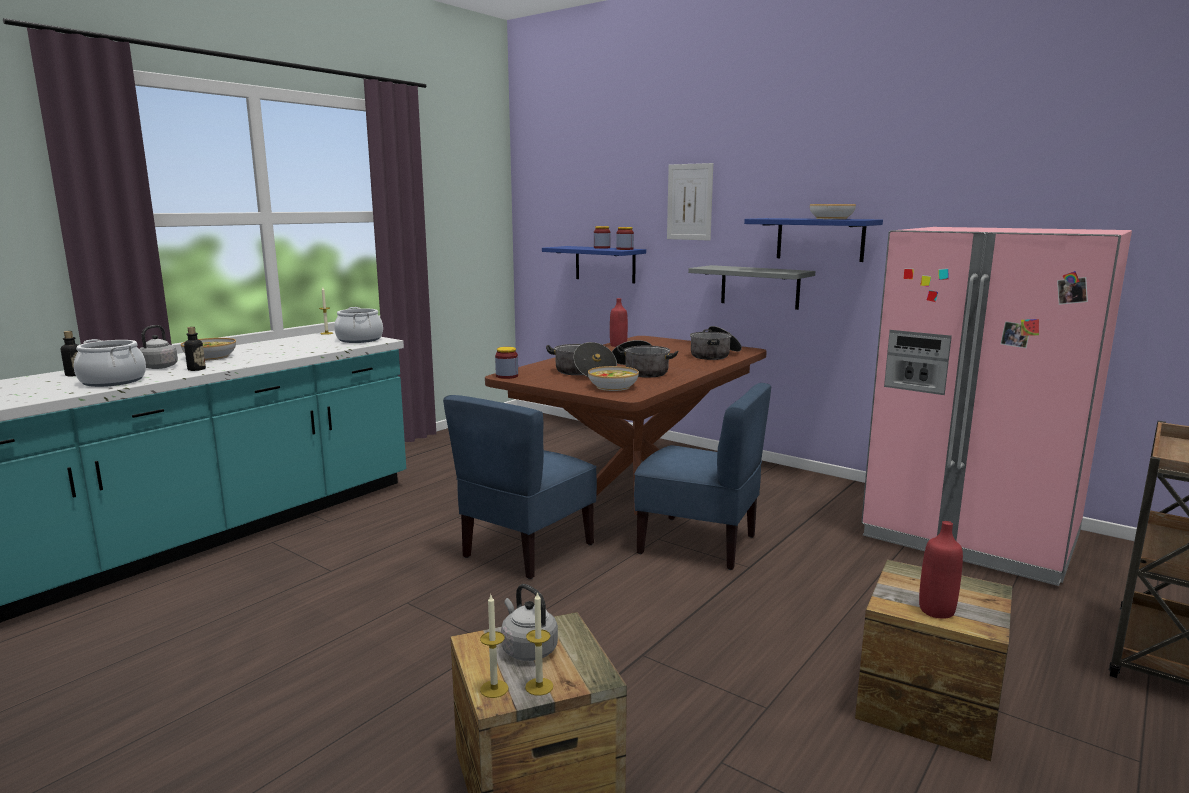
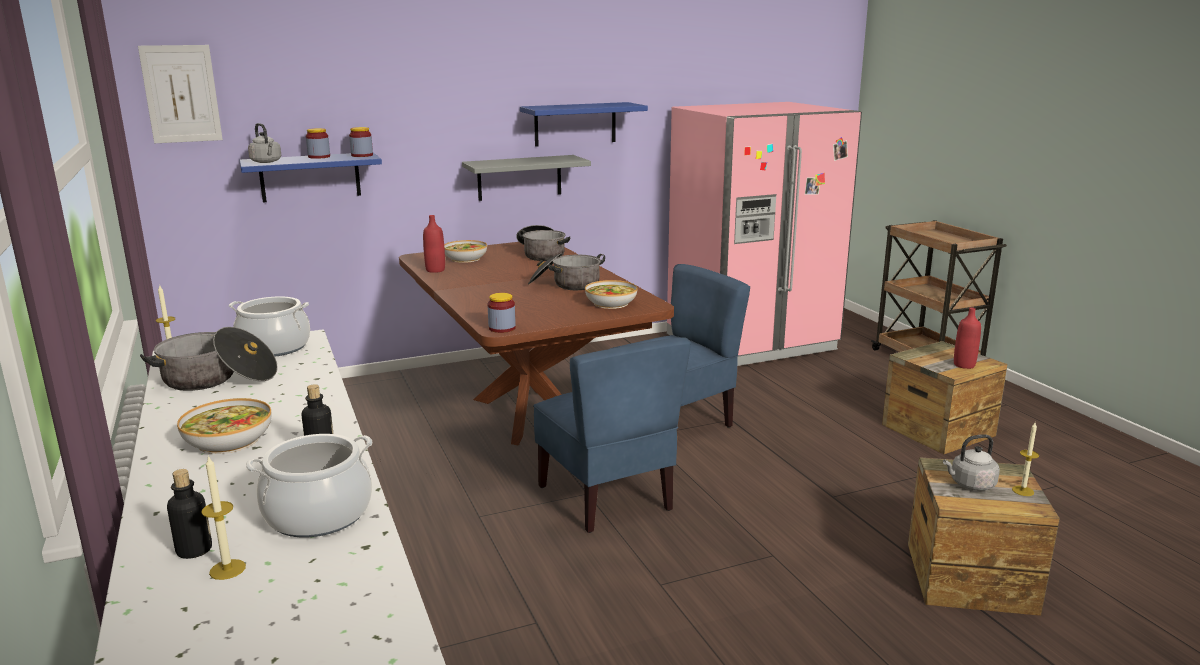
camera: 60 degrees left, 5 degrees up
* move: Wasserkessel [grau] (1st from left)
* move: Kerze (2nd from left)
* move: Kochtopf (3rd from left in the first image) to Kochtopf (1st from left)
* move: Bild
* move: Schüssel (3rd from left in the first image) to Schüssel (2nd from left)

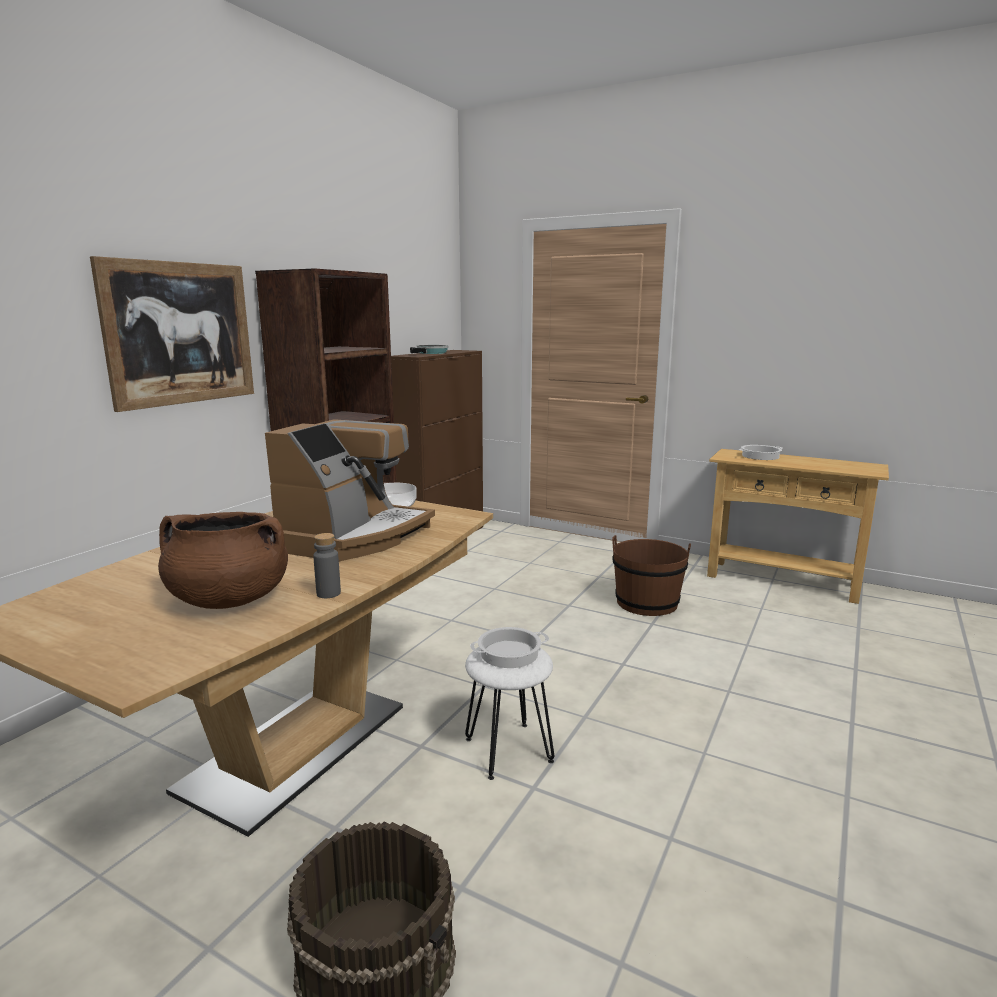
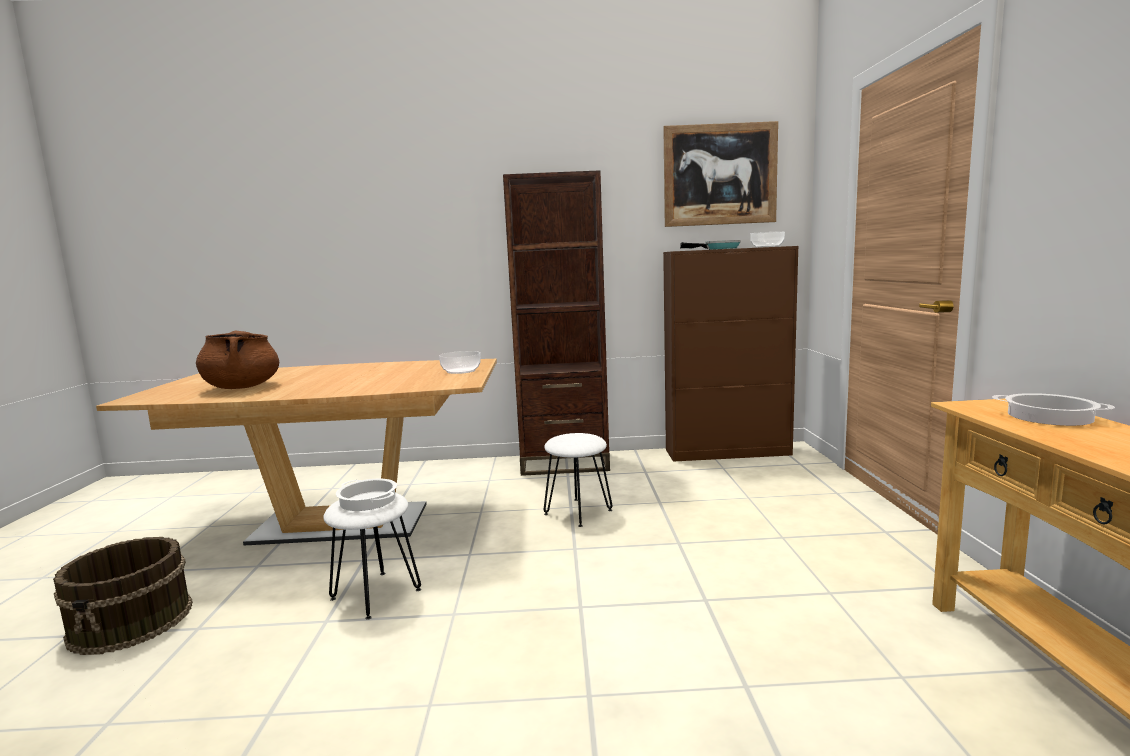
camera: 60 degrees right, 5 degrees down
* move: Bild
* delete: Kaffeemaschine
* delete: Flasche [grau]
* delete: Eimer [braun] (2nd from left)
* insert: Hocker [weiß] (2nd from left)
* insert: Schüssel (2nd from left)

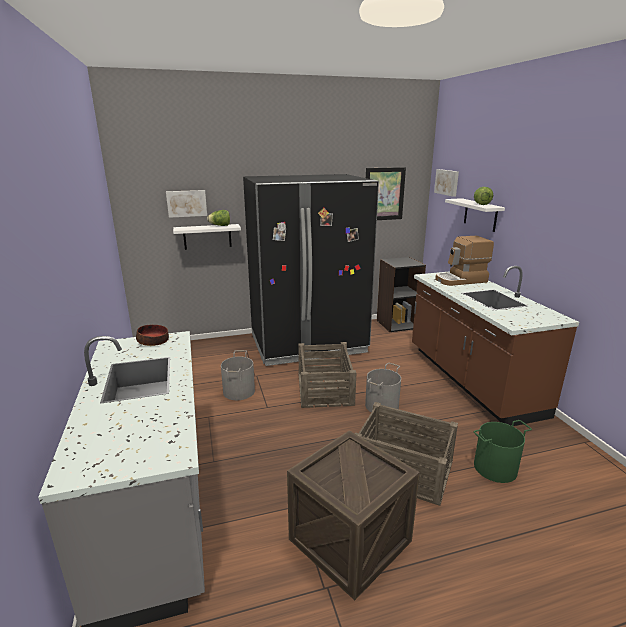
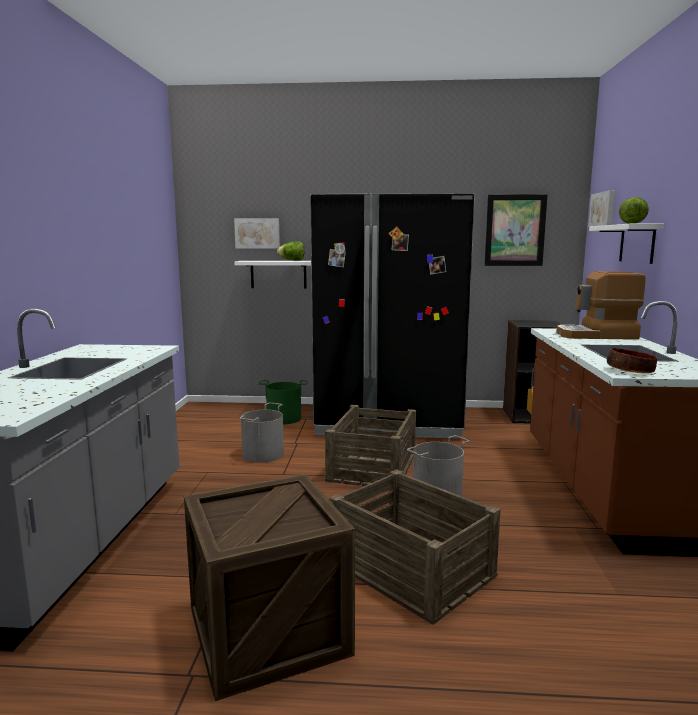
camera: 20 degrees right, 10 degrees down
* move: Schüssel
* move: Eimer [grün]

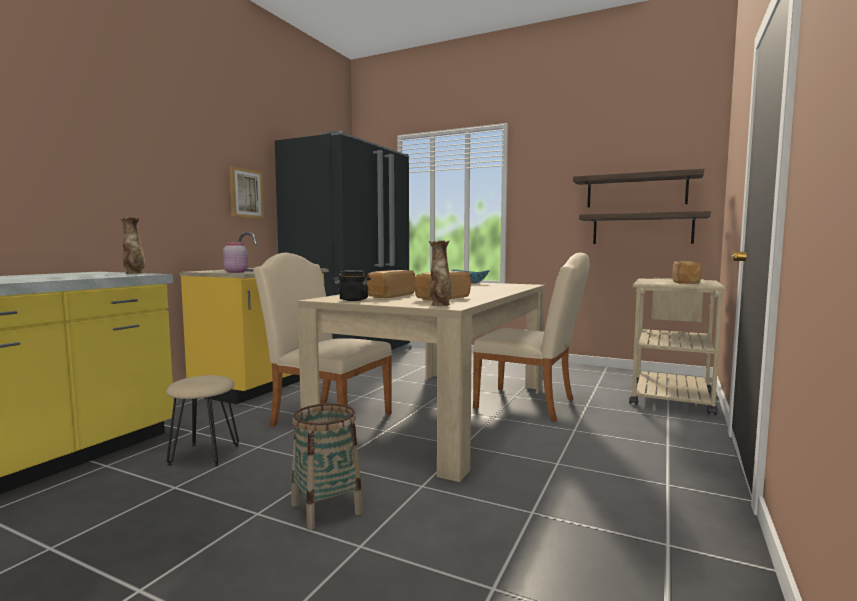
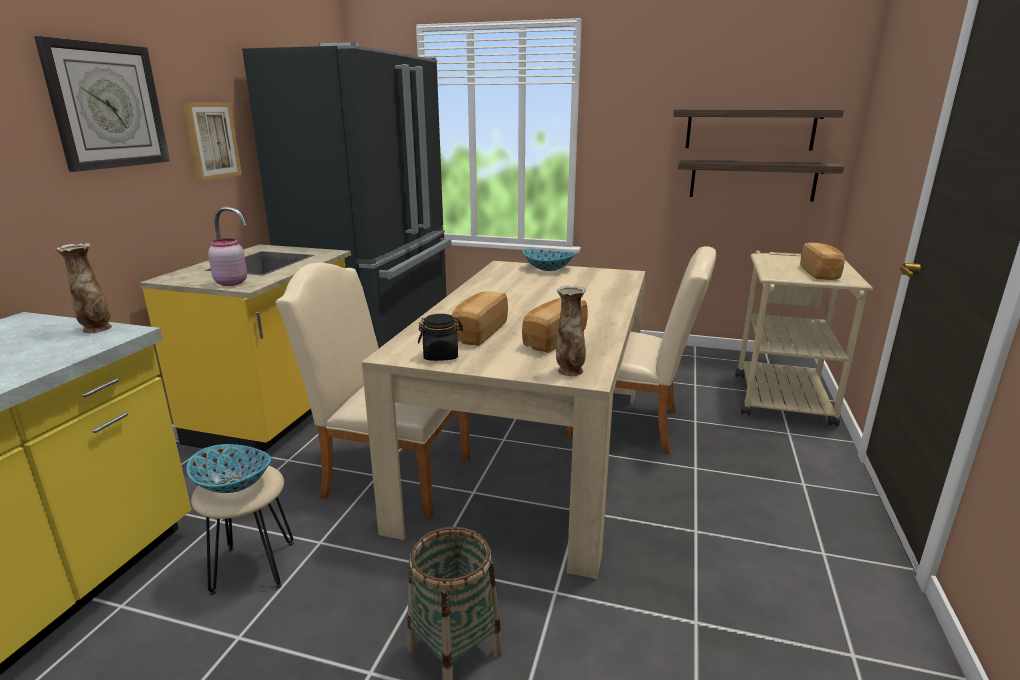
camera: 10 degrees left, 15 degrees up
* insert: Wanduhr
* insert: Schüssel (1st from left)

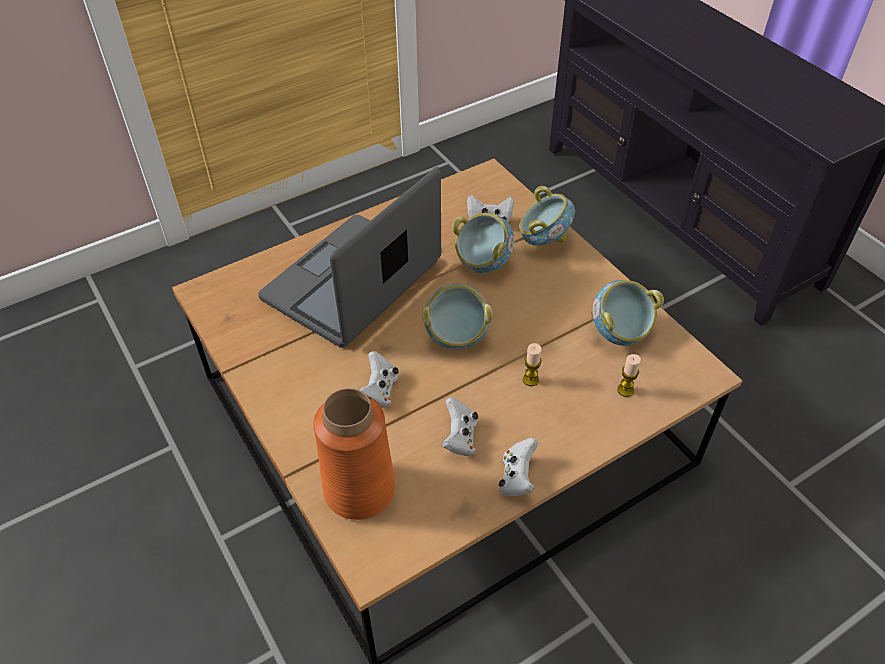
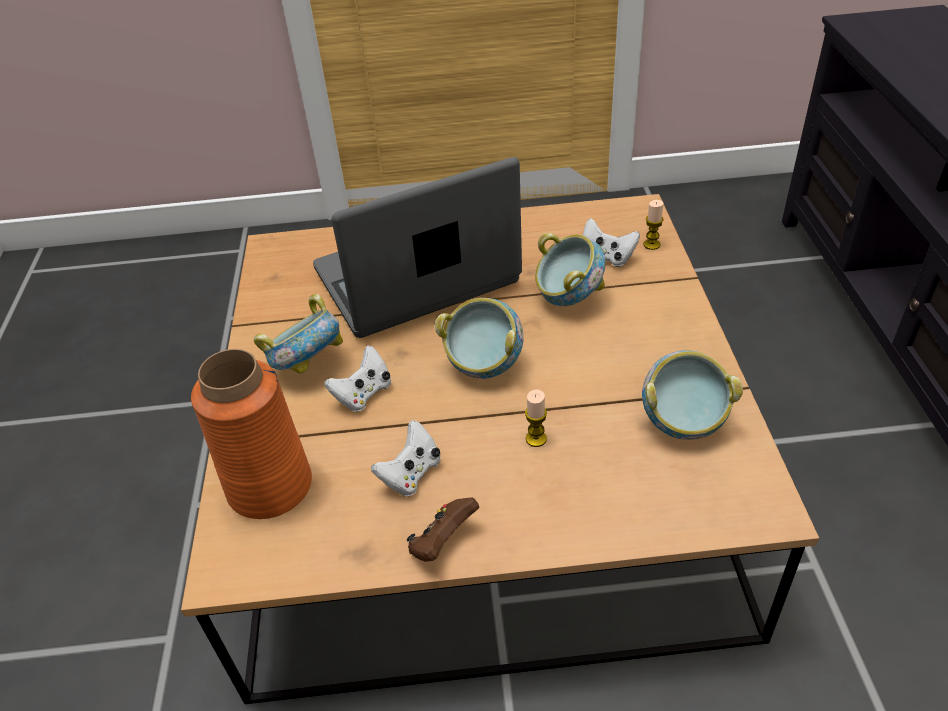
camera: 30 degrees right, 5 degrees down
* recolor: Gamepad [weiß] (4th from left) to Gamepad [braun]
* move: Schüssel (3rd from left in the first image) to Schüssel (1st from left)
* move: Kerze (2nd from left)

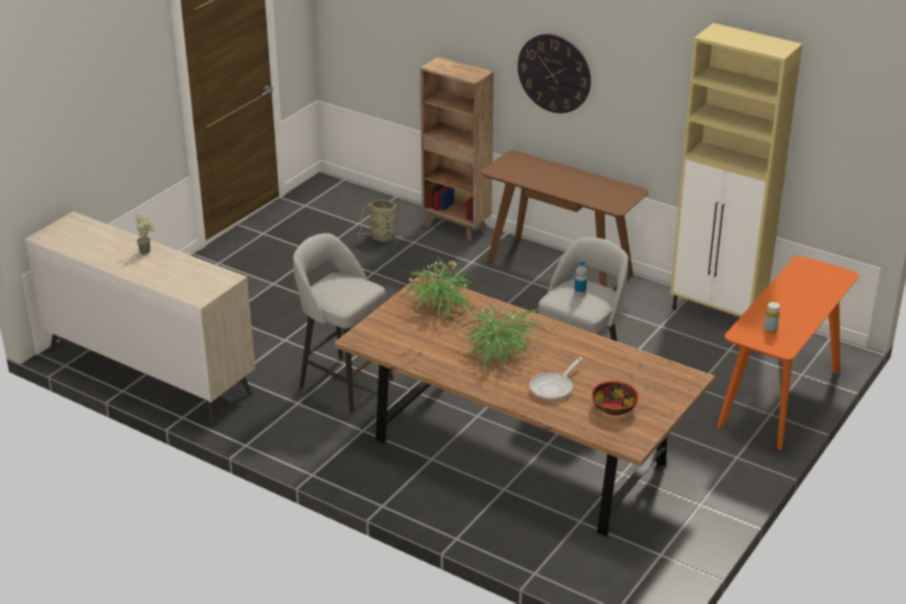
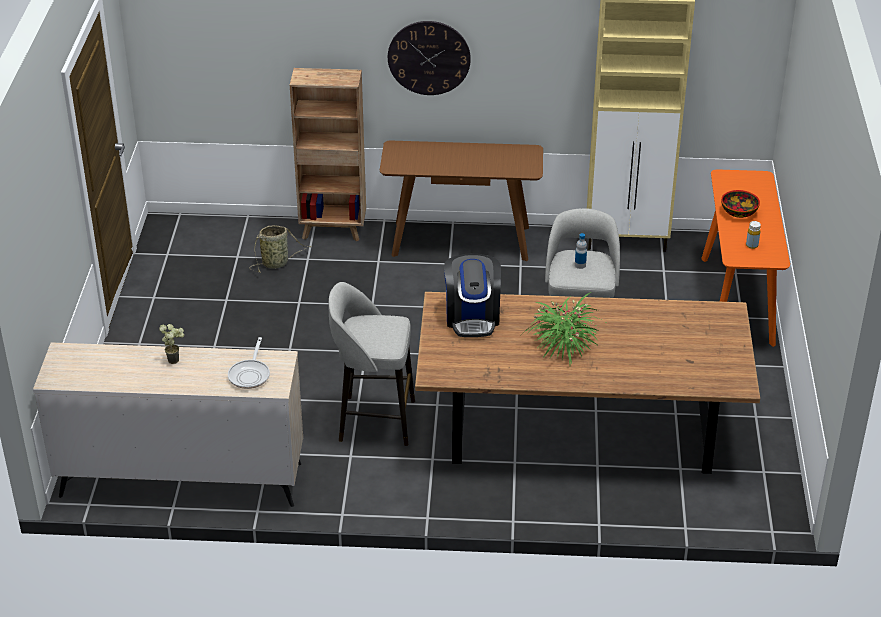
camera: 30 degrees left, 5 degrees up
* replace: Topfpflanze (2nd from left) to Kaffeemaschine
* move: Pfanne
* move: Schüssel

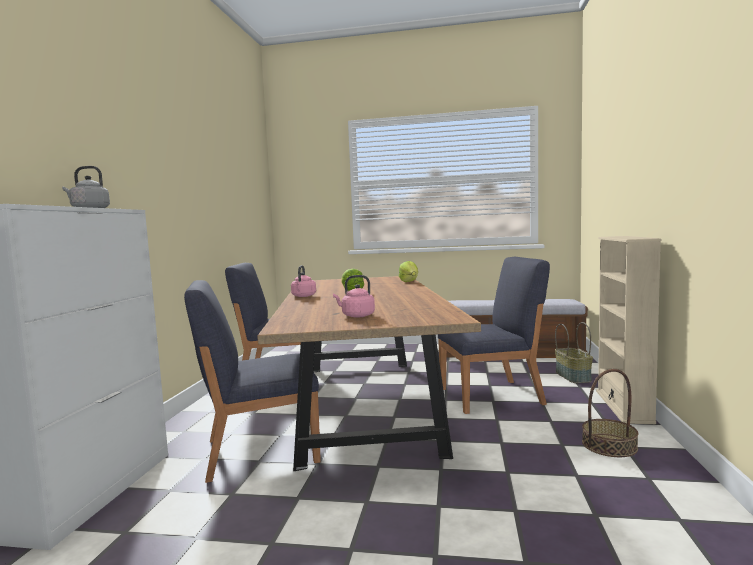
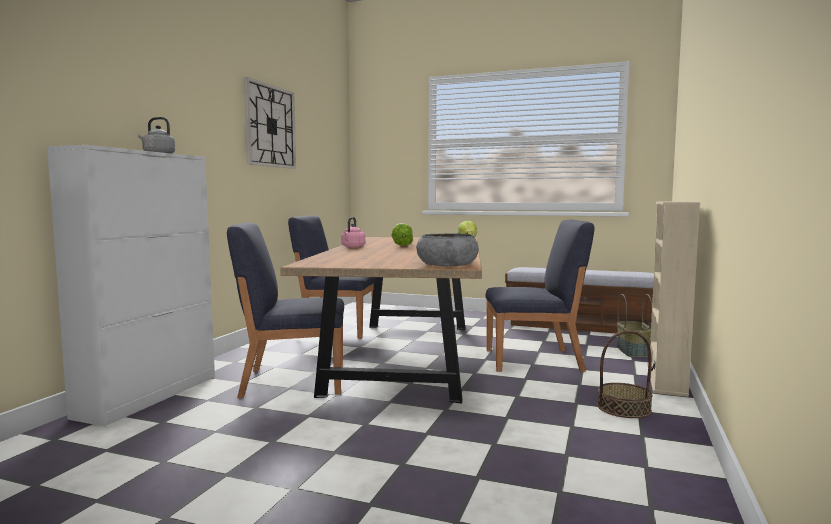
camera: 10 degrees right, 0 degrees up
* delete: Wasserkessel [rosa] (2nd from left)
* insert: Wanduhr
* insert: Schüssel [grau]

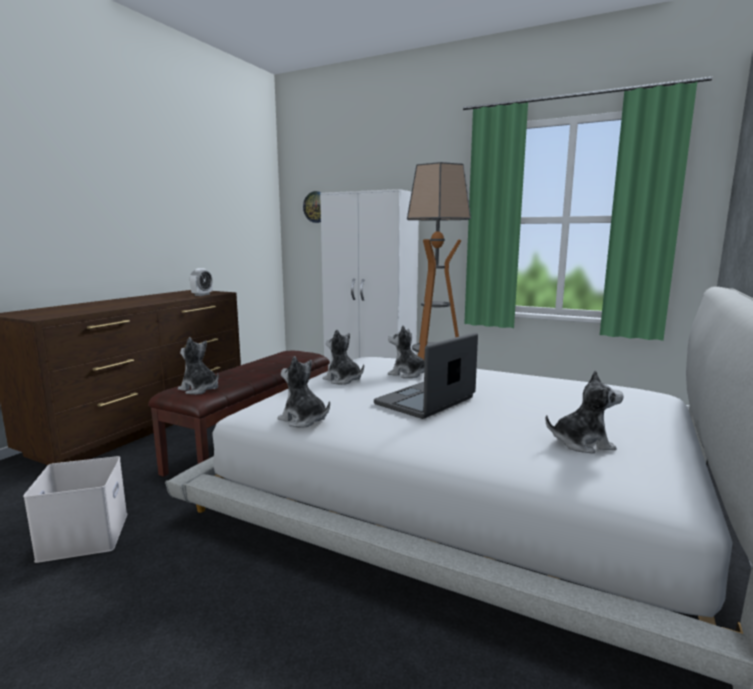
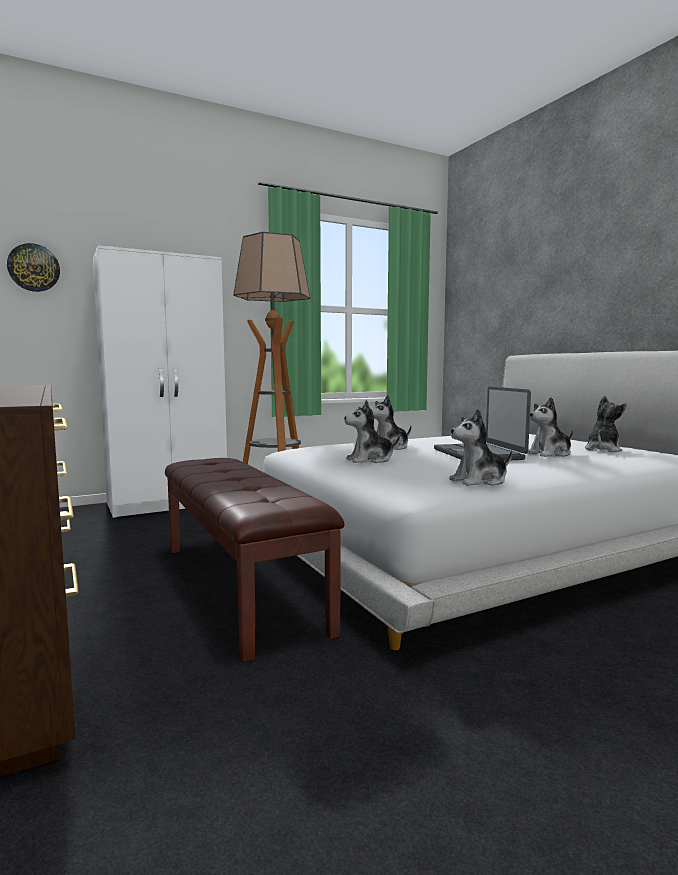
camera: 55 degrees left, 5 degrees down
* delete: Aufbewahrungsbox [weiß]
* move: Plüschtier (1st from left in the first image) to Plüschtier (4th from left)
* delete: Wecker

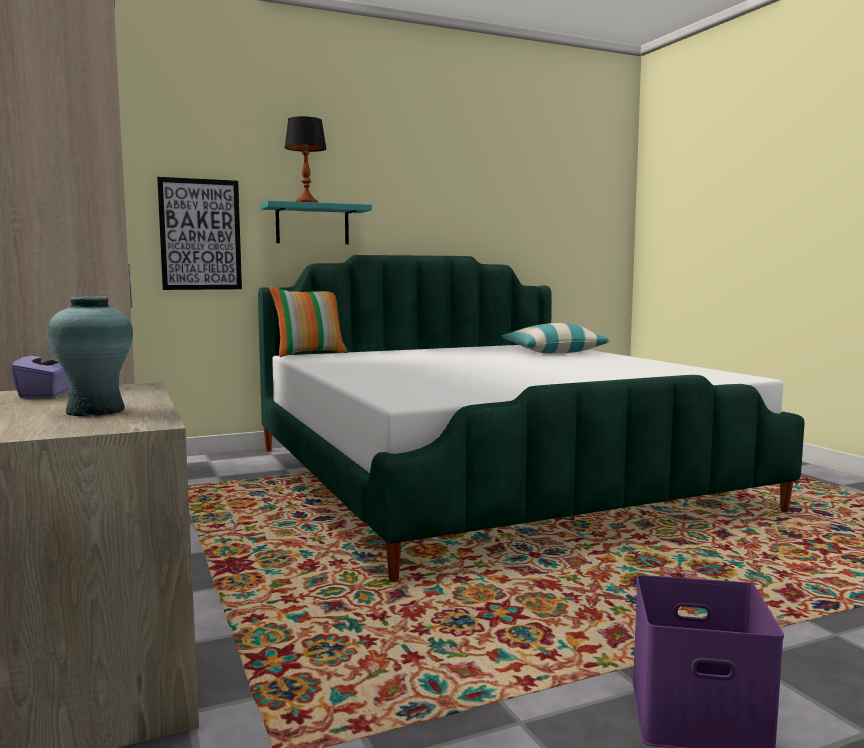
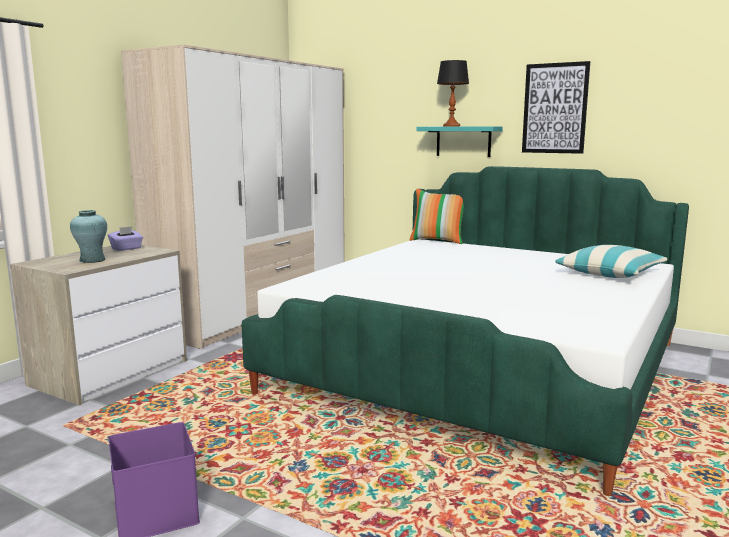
camera: 55 degrees right, 5 degrees up
* move: Bild

